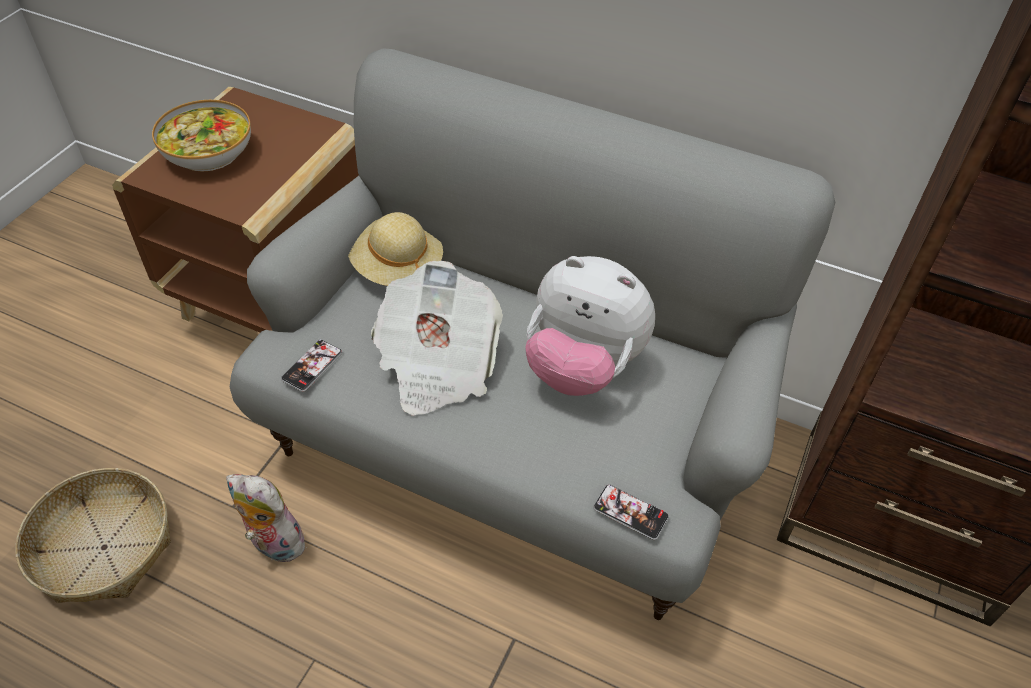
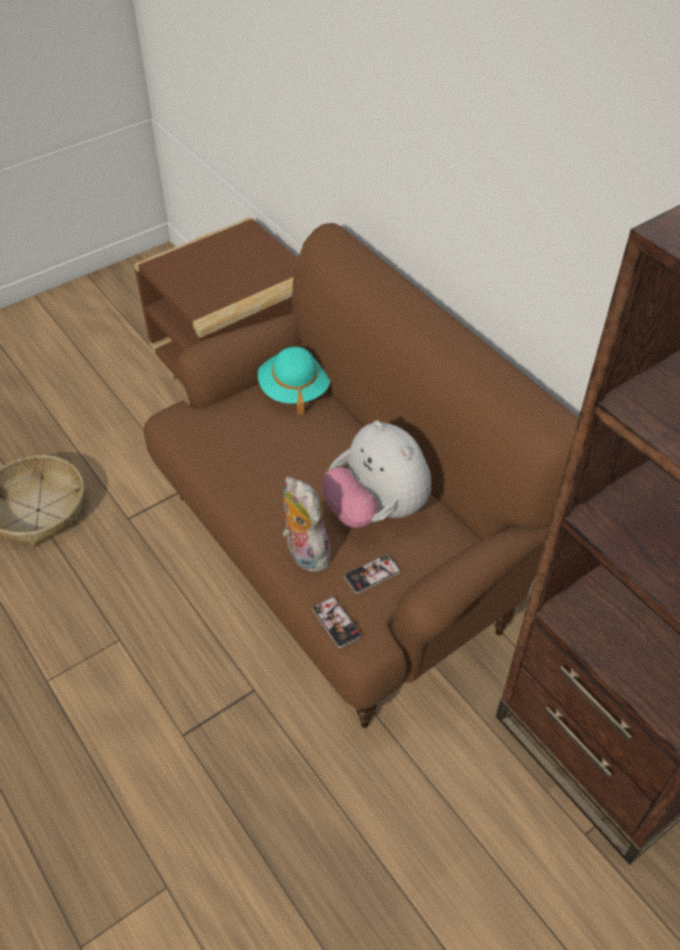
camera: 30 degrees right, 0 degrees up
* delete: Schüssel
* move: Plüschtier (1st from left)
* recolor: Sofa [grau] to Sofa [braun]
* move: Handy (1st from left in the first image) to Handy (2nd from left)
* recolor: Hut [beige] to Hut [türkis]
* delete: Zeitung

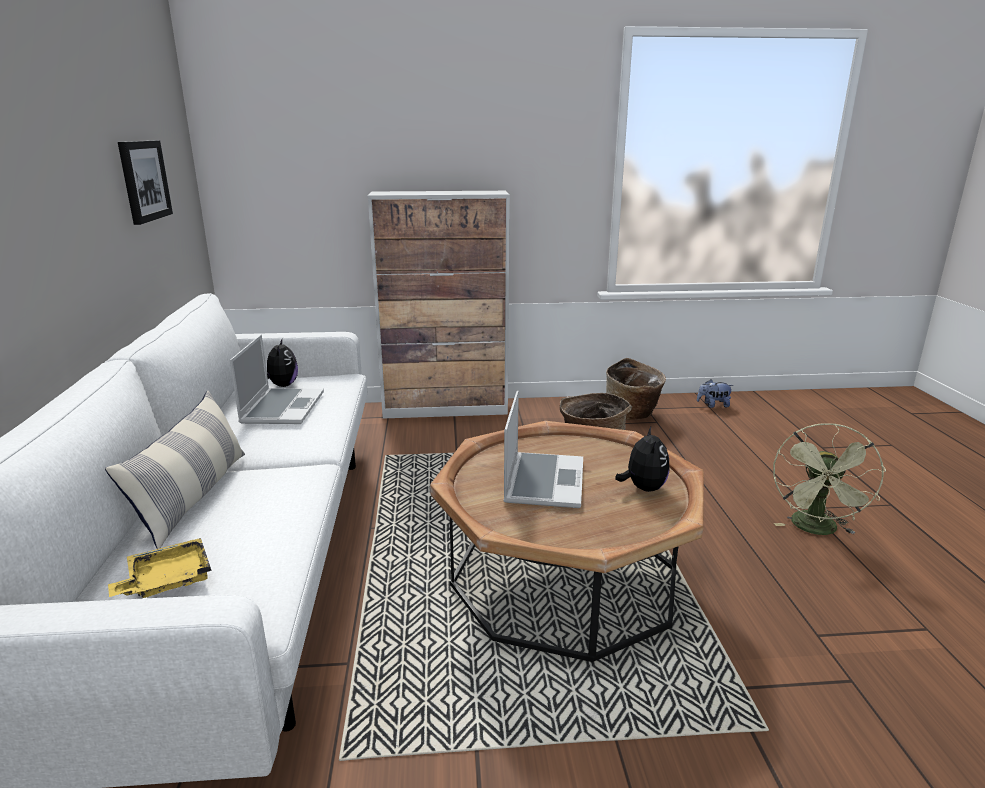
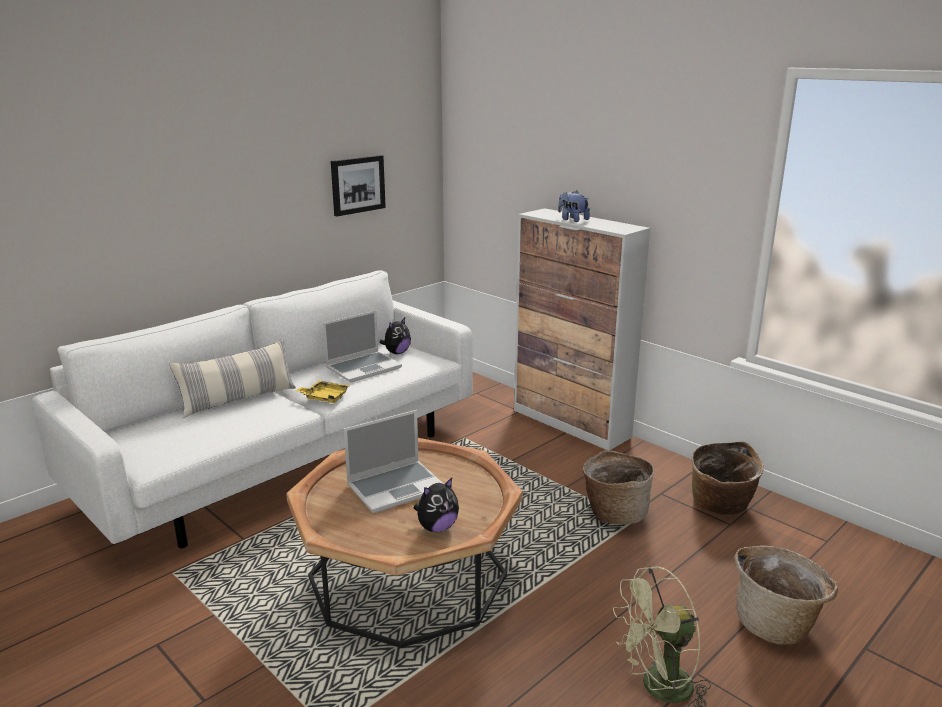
camera: 50 degrees right, 0 degrees up
* move: Tablett [gelb]
* move: Plüschtier (3rd from left)
* insert: Korb (3rd from left)

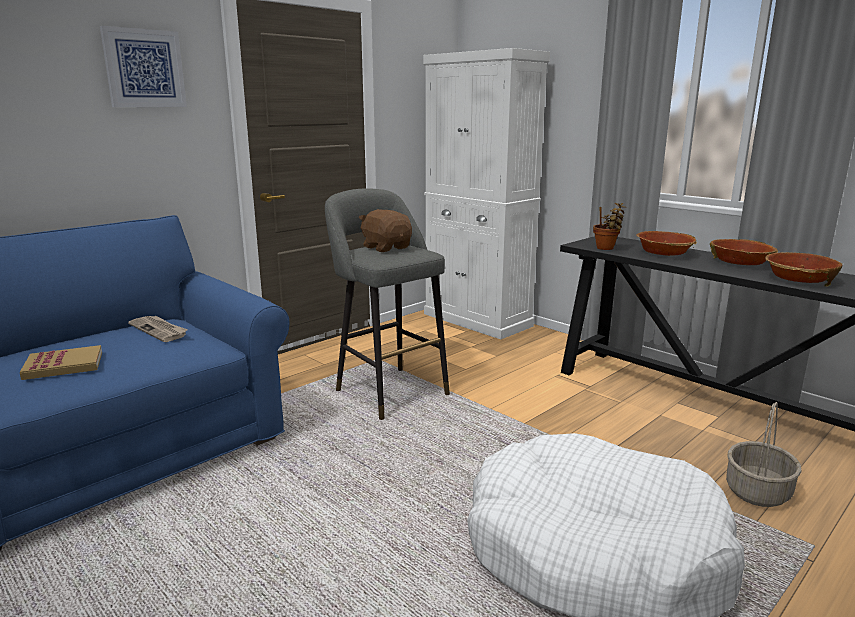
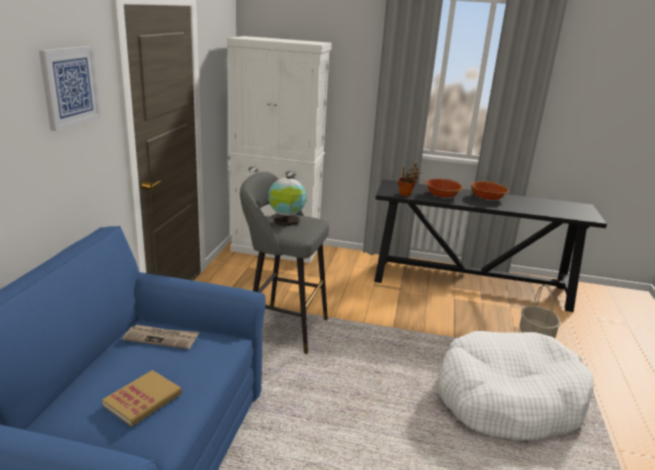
camera: 35 degrees left, 5 degrees up
* replace: Plüschtier [braun] to Globus
* delete: Schüssel (3rd from left)

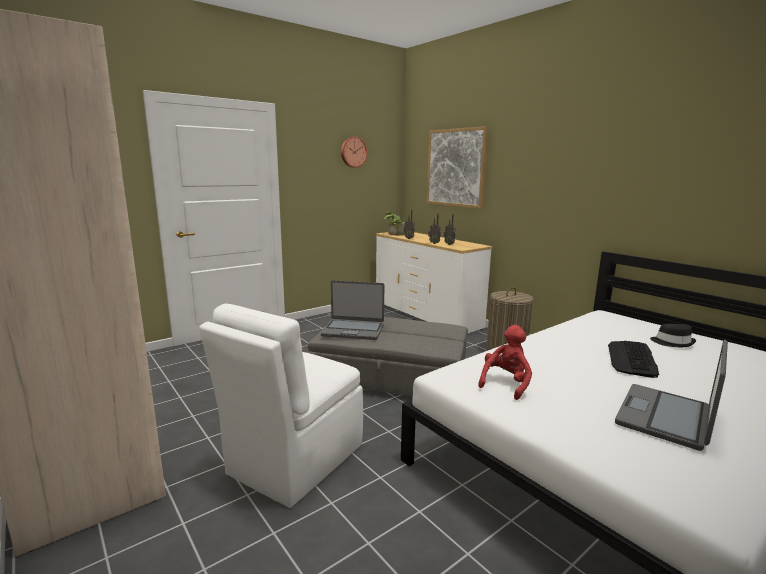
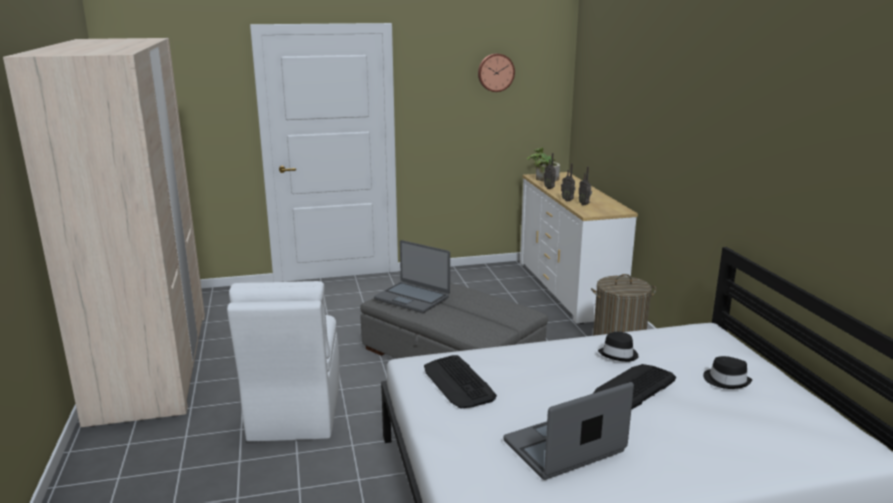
camera: 25 degrees right, 5 degrees up
* rotate: Stuhl [weiß] 60 degrees counterclockwise
* delete: Bild
* replace: Plüschtier [rot] to Tastatur (1st from left)
* insert: Hut [schwarz] (1st from left)

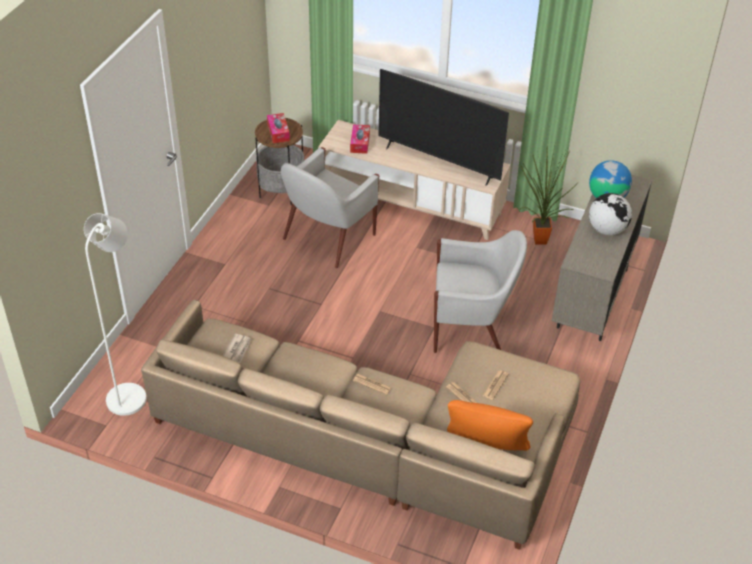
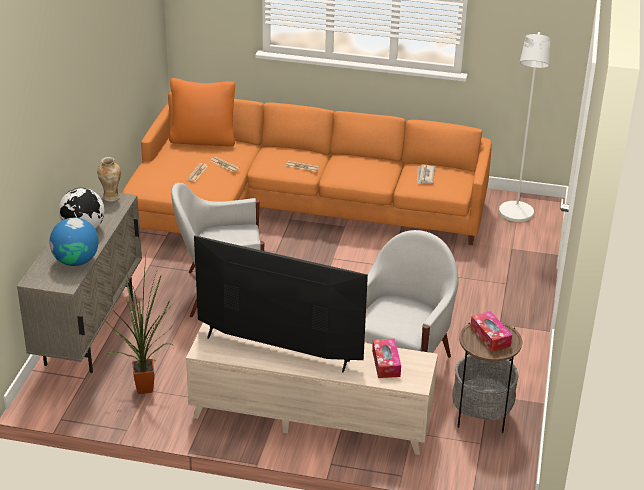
camera: 170 degrees right, 10 degrees down
* recolor: Sofa [beige] to Sofa [orange]
* insert: Vase

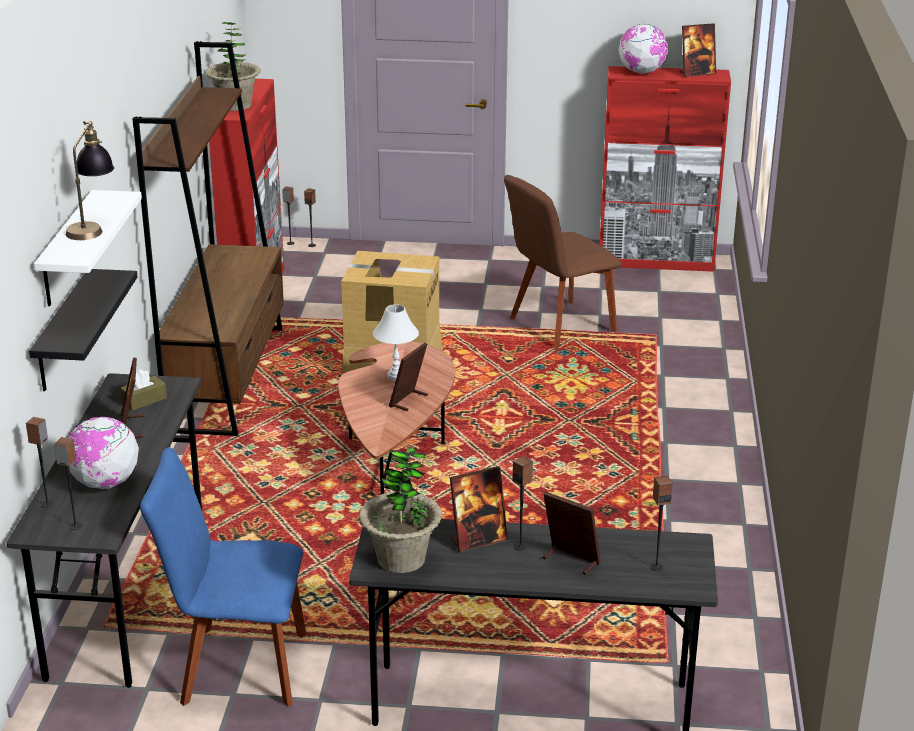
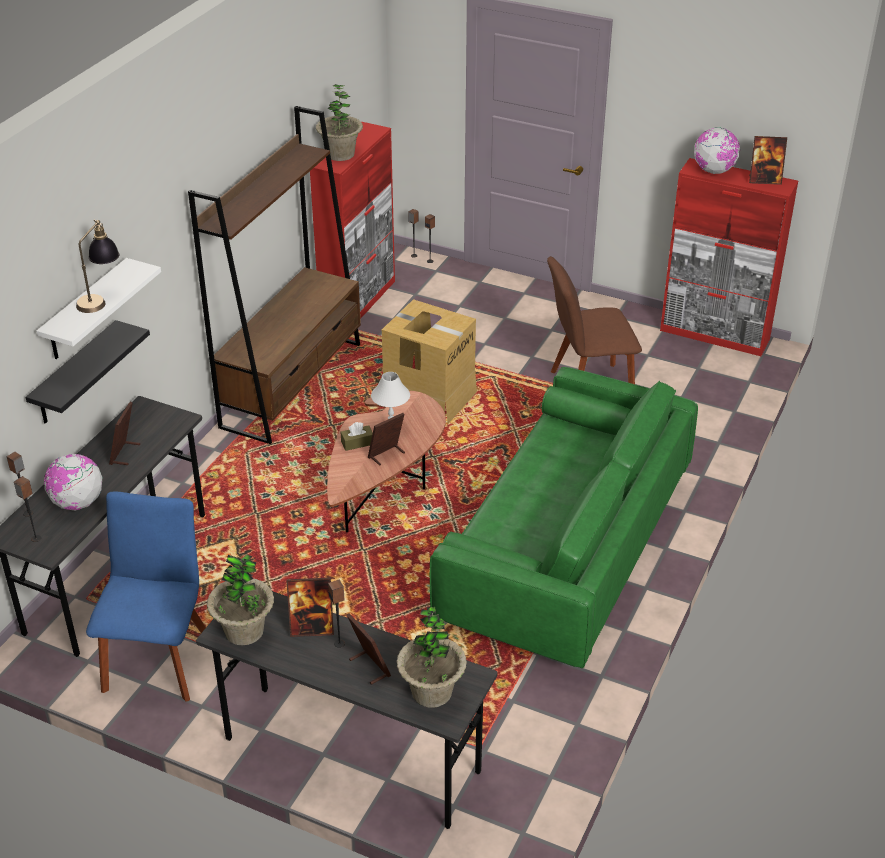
camera: 20 degrees right, 10 degrees up
* move: Taschentuchbox [braun]
* rotate: Stuhl [blau] 75 degrees clockwise
* replace: Lautsprecher (6th from left) to Topfpflanze (3rd from left)
* insert: Sofa [grün]

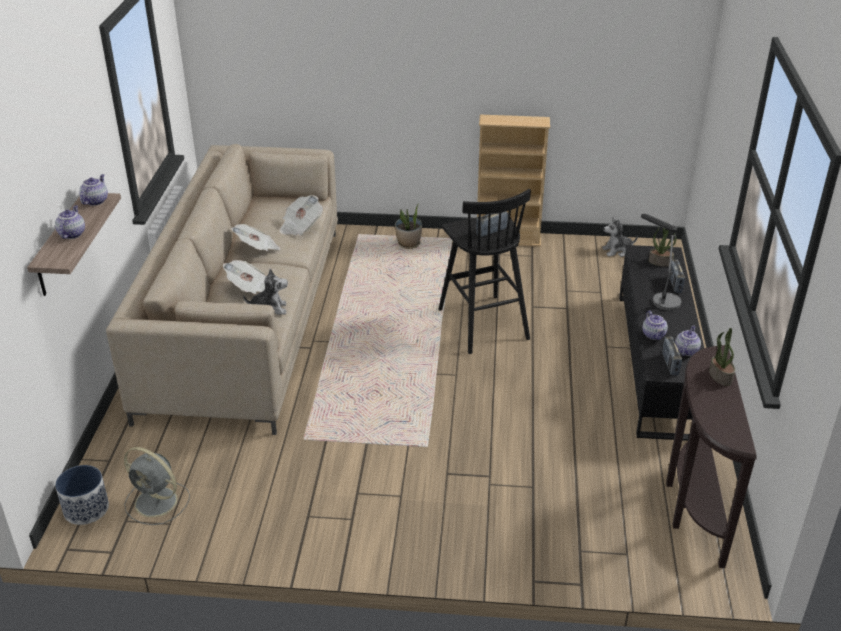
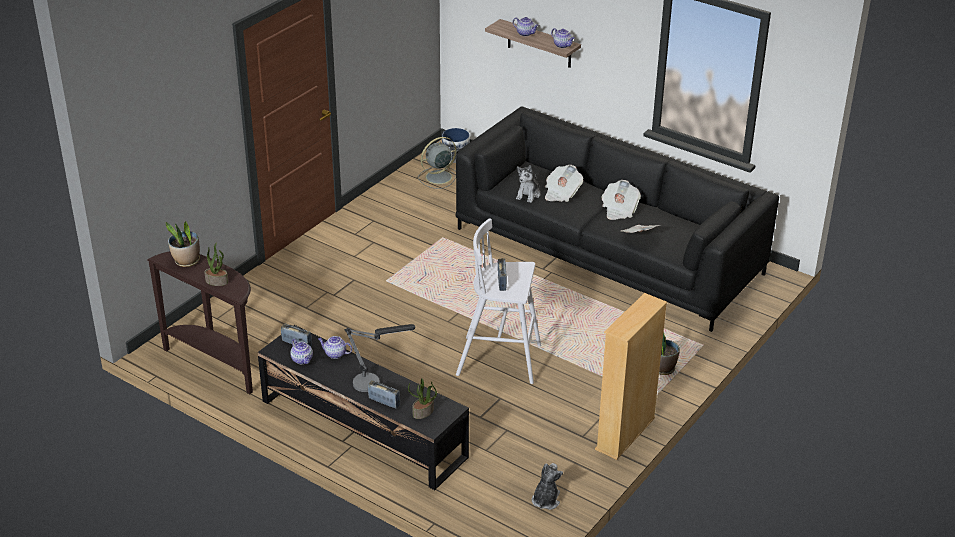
camera: 120 degrees right, 0 degrees up
* recolor: Sofa [beige] to Sofa [schwarz]
* recolor: Hocker [schwarz] to Hocker [weiß]
* insert: Topfpflanze (1st from left)

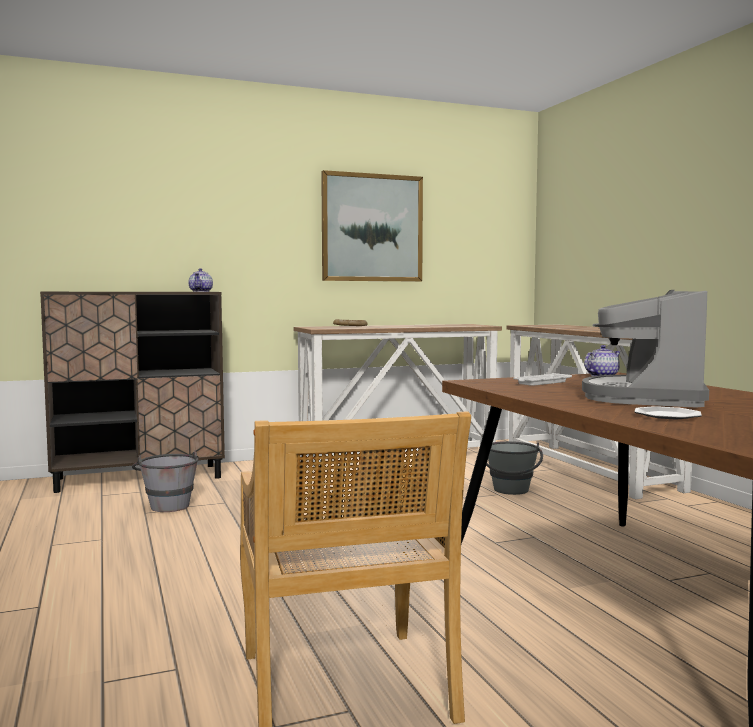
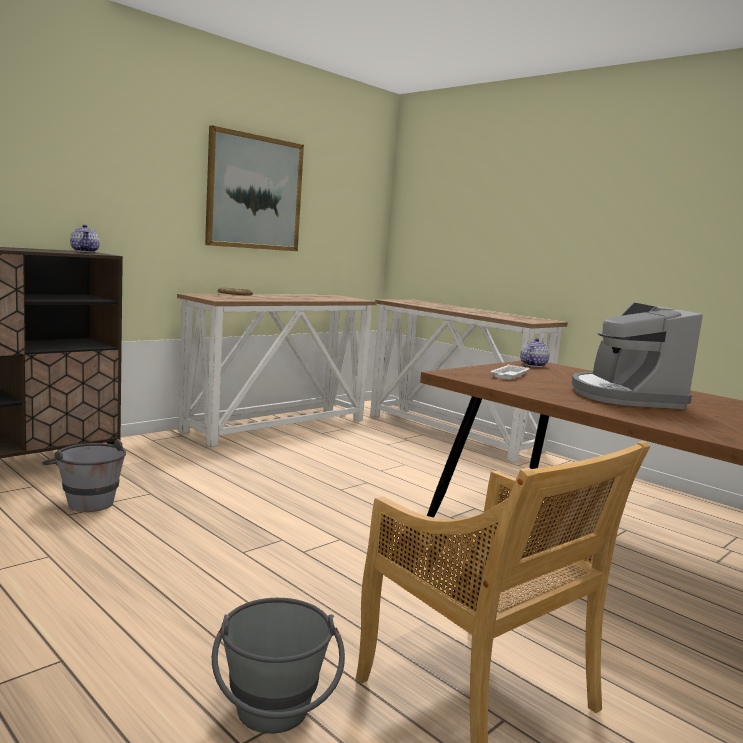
camera: 25 degrees left, 5 degrees up
* move: Eimer [grau] (2nd from left)
* delete: Teller

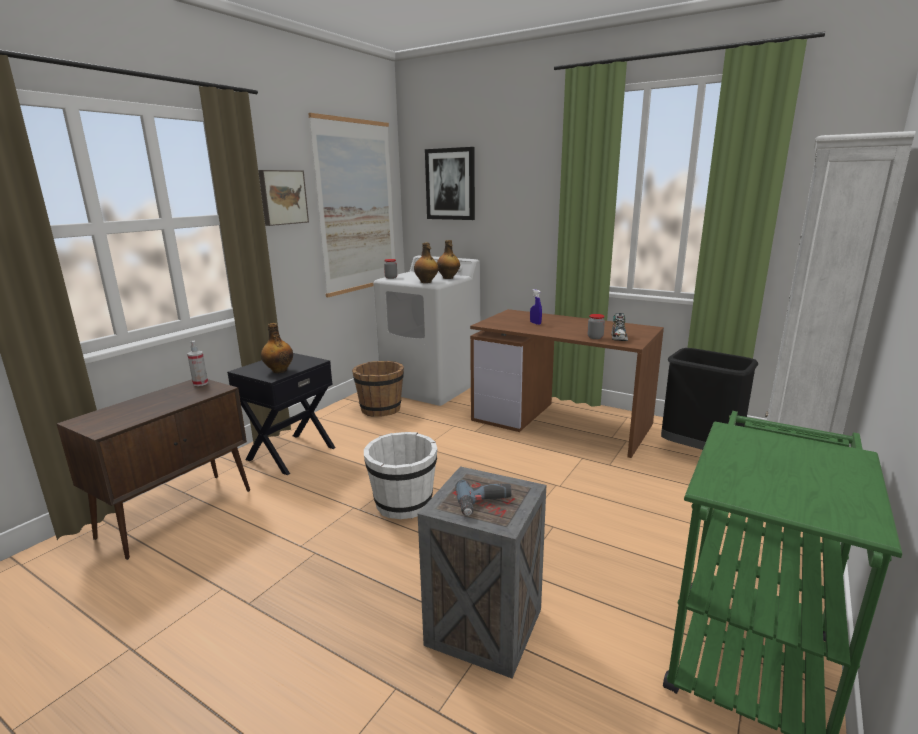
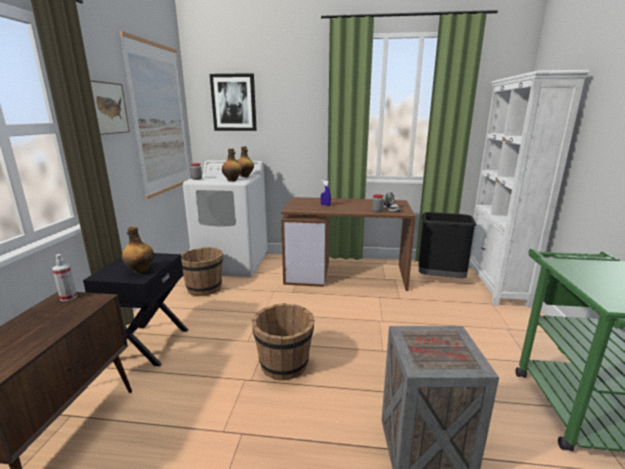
camera: 25 degrees left, 0 degrees up
* recolor: Eimer [weiß] to Eimer [braun] (2nd from left)
* delete: Bohrmaschine

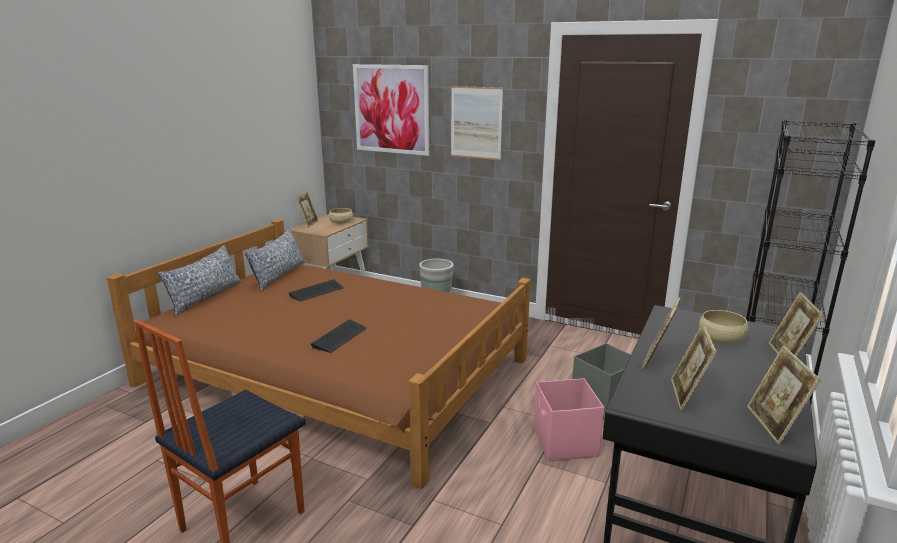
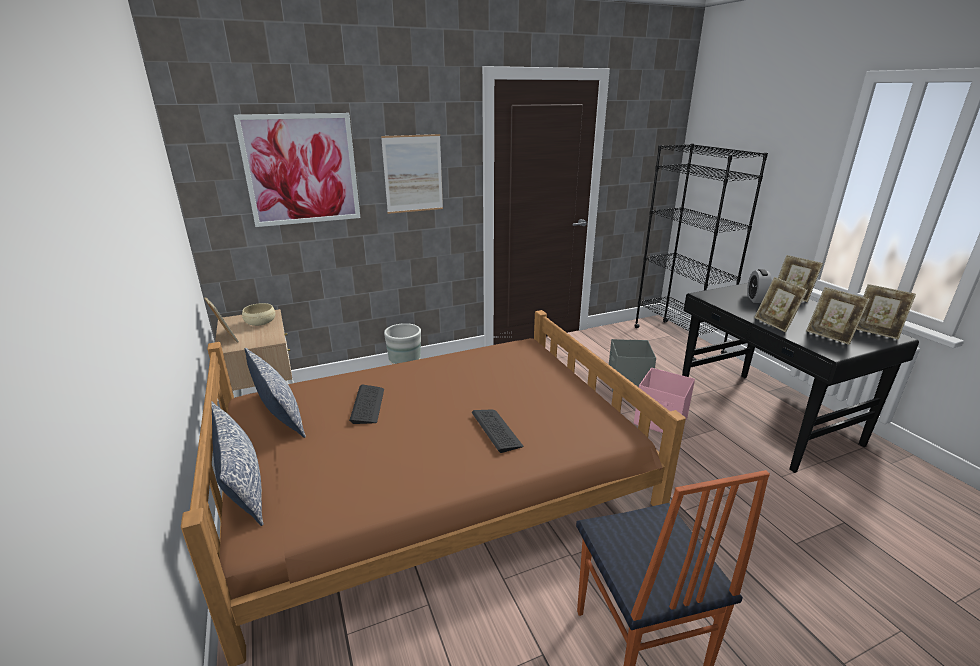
camera: 50 degrees left, 5 degrees up
* replace: Schüssel [beige] (2nd from left) to Wecker

